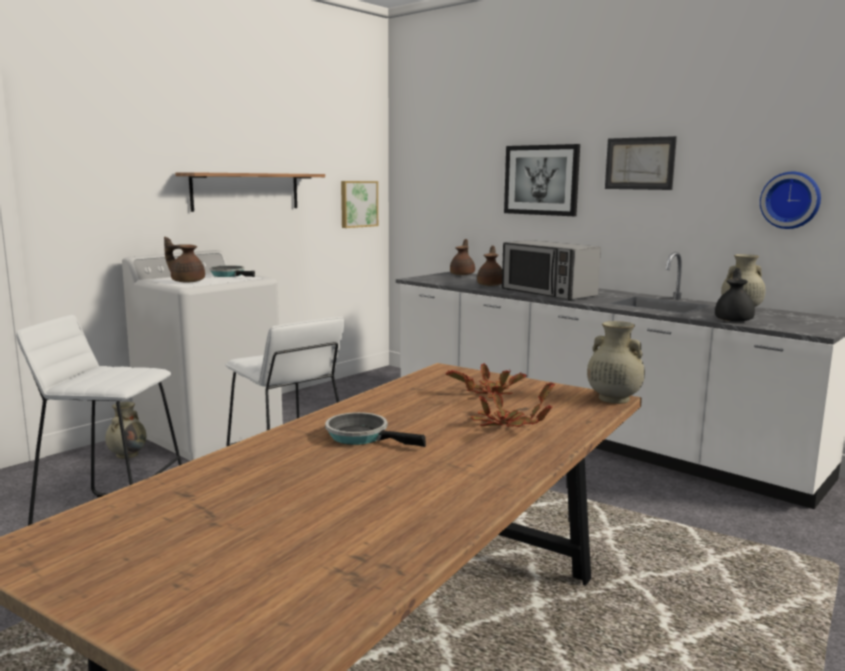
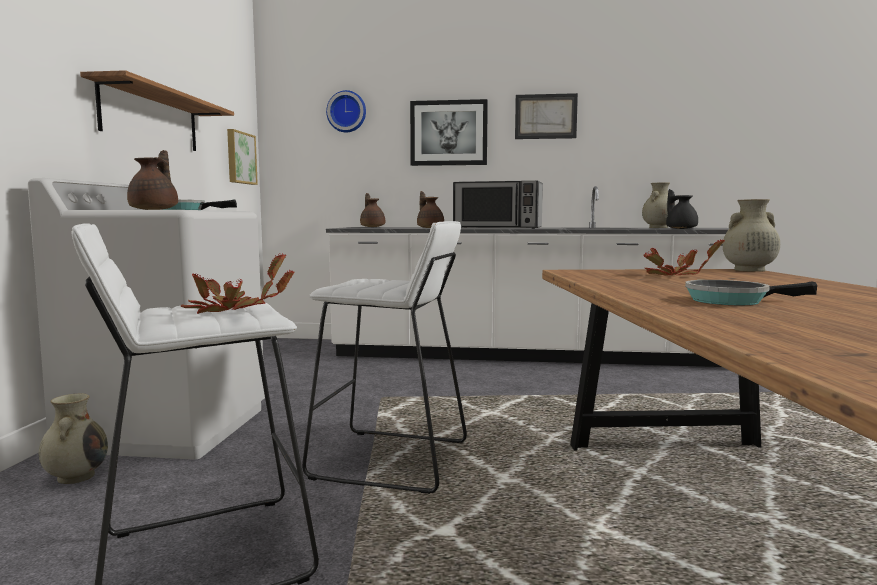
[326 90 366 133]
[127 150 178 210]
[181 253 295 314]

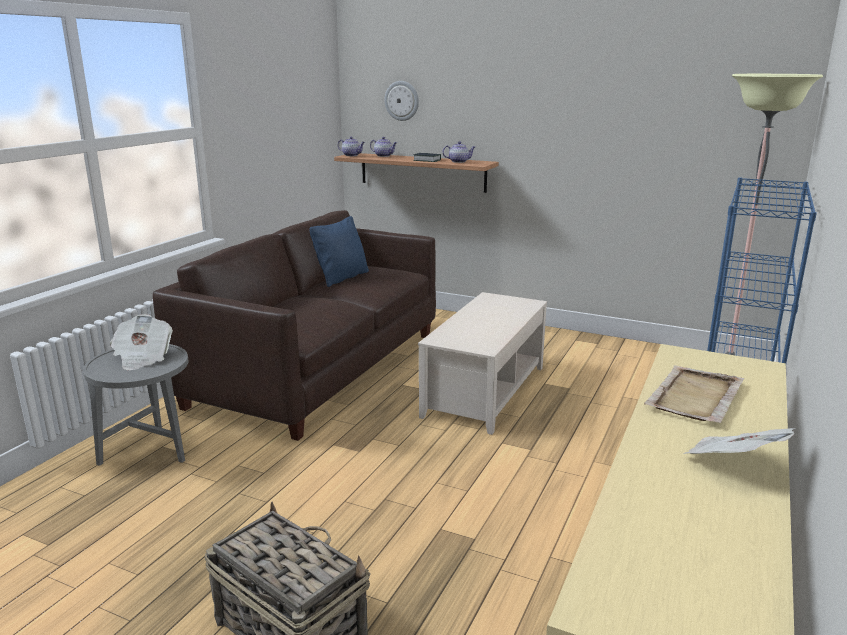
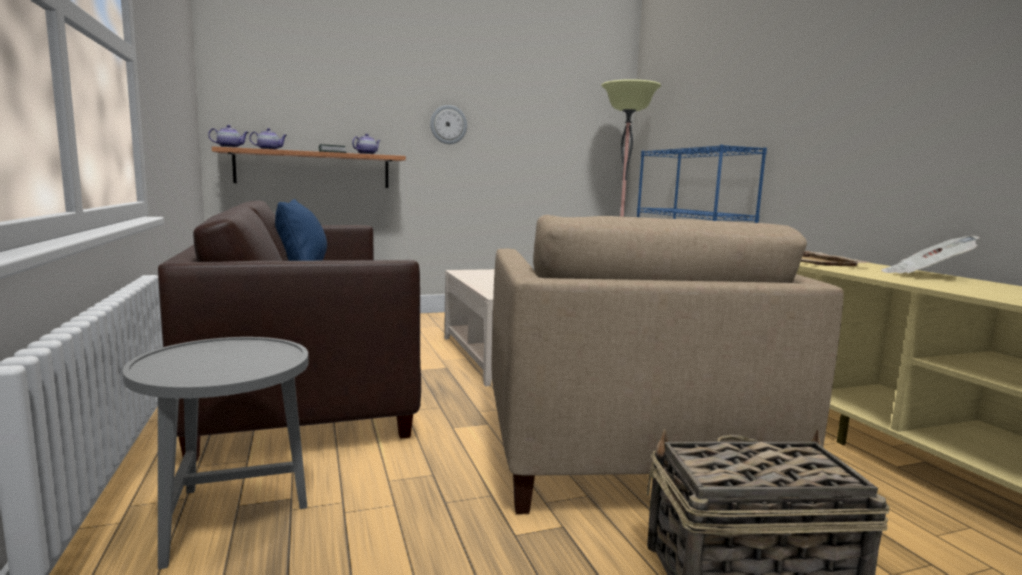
[430 105 467 144]
[110 314 173 370] (first image)
[491 215 844 514]

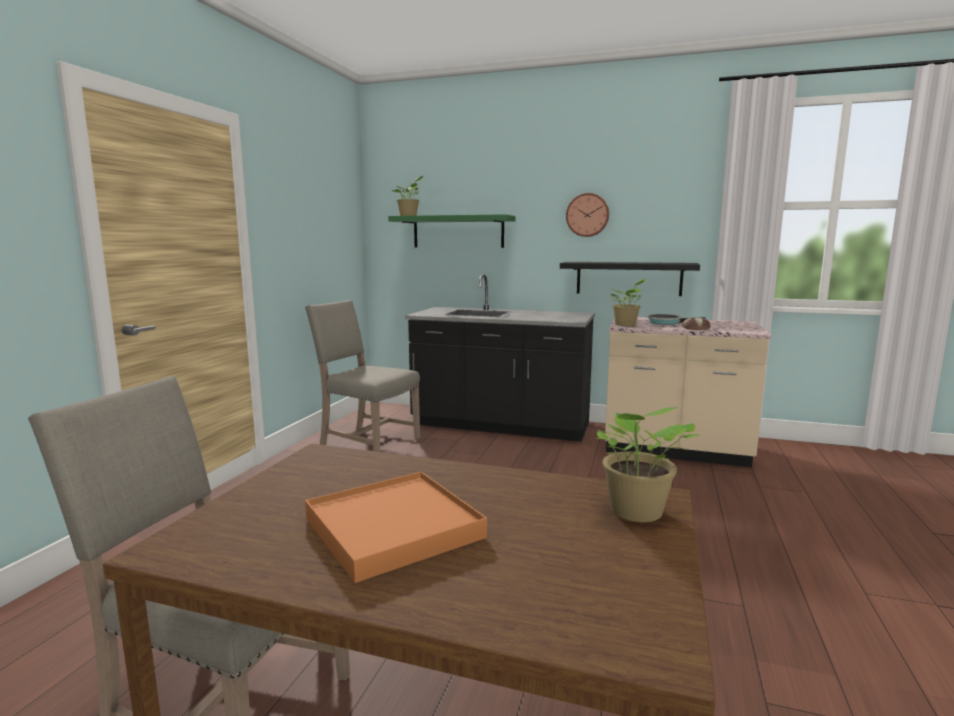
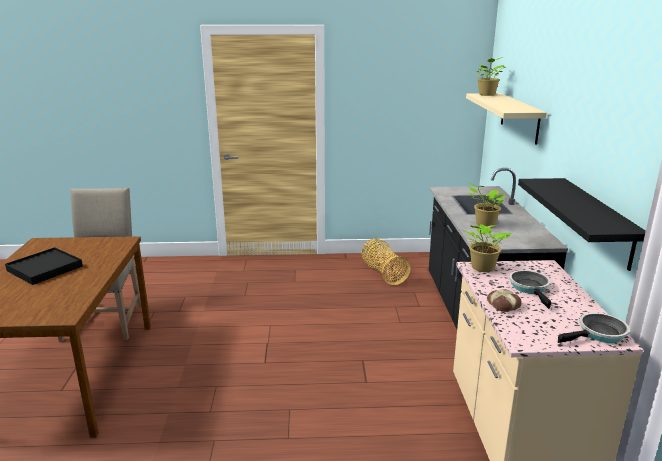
[566 193 609 237] (first image)
[466 93 547 145]
[362 238 411 285]
[468 182 505 227]
[5 247 83 285]
[558 313 630 343]

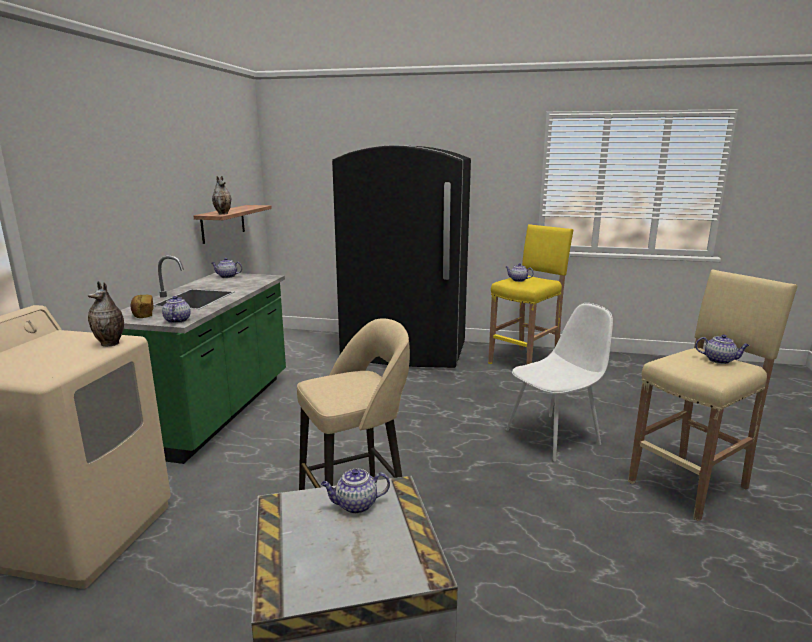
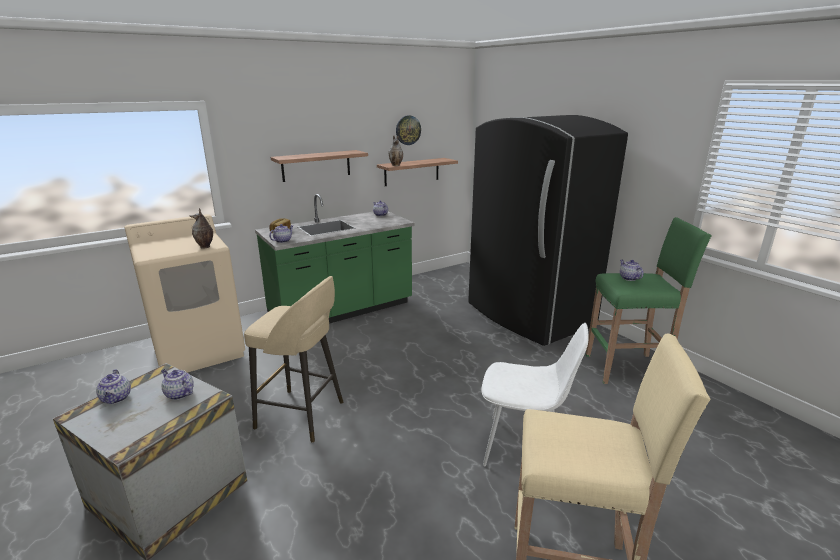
[586 217 712 384]
[96 369 131 404]
[396 115 421 145]
[271 150 368 182]

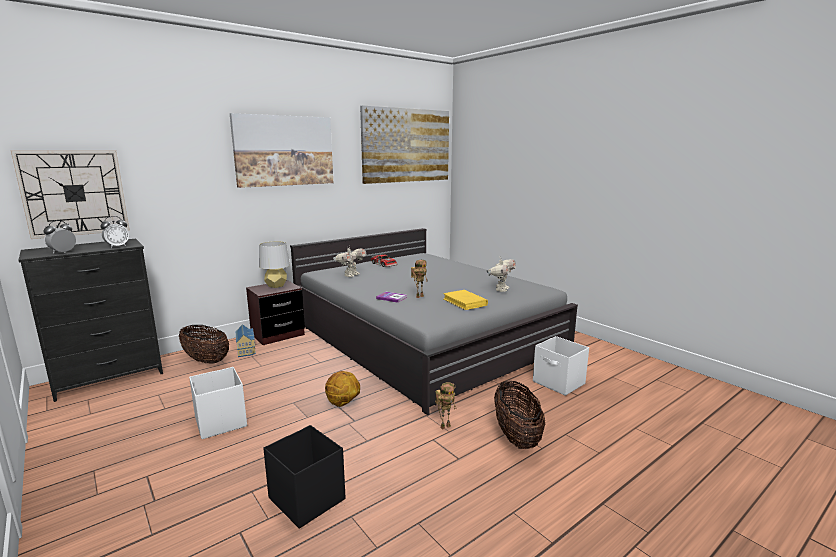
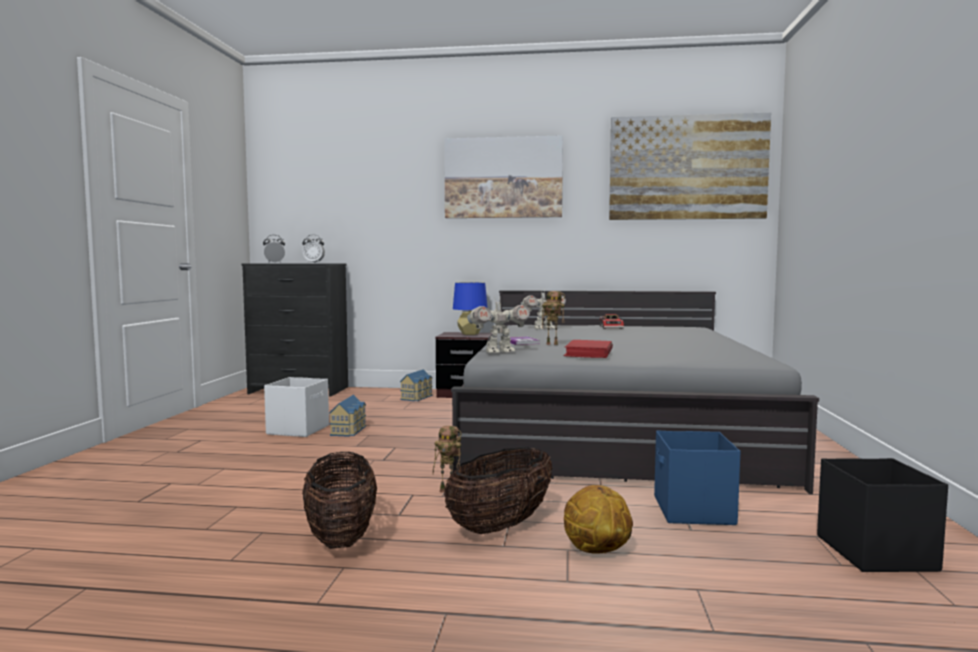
[11 150 130 239] (first image)
[453 282 488 335]
[467 296 530 353]
[564 340 613 358]
[302 452 377 549]
[654 430 740 525]
[564 485 633 554]
[817 458 948 572]
[329 394 366 437]

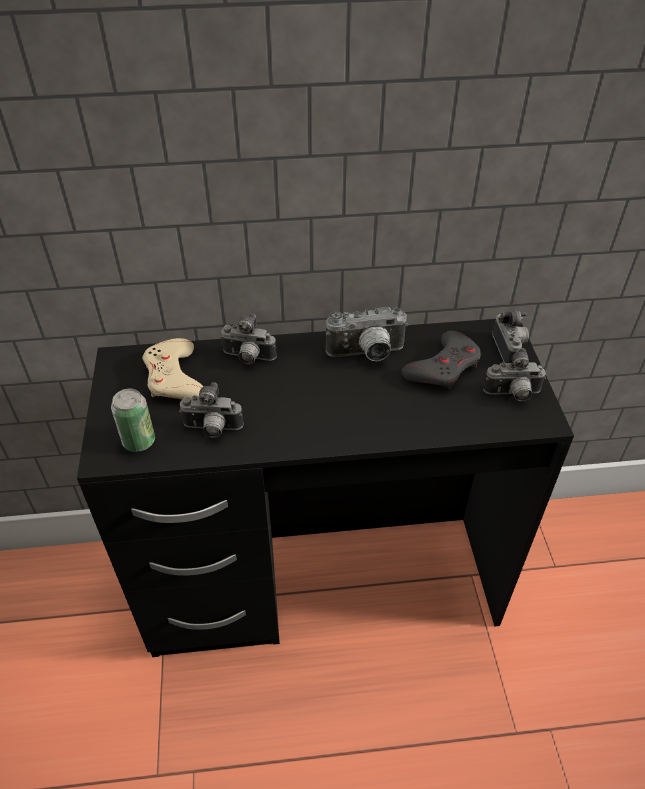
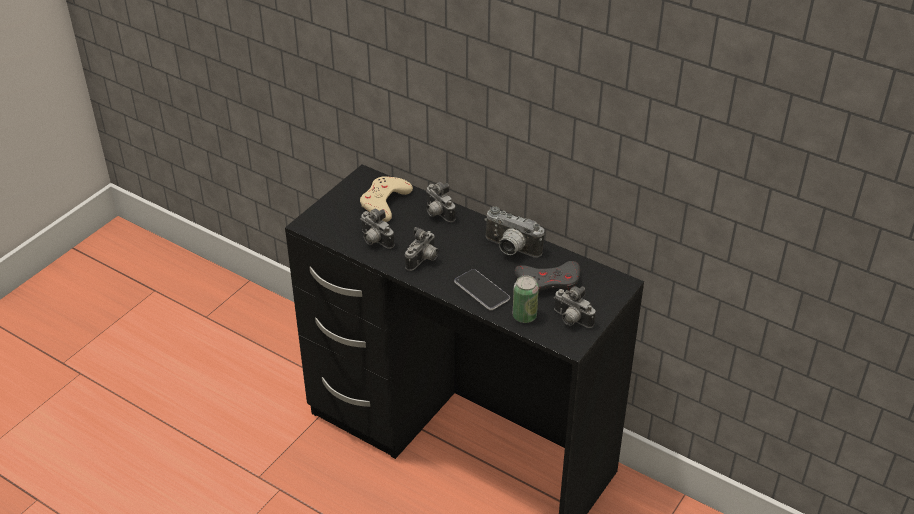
[405 227 439 271]
[513 275 539 323]
[454 269 510 310]

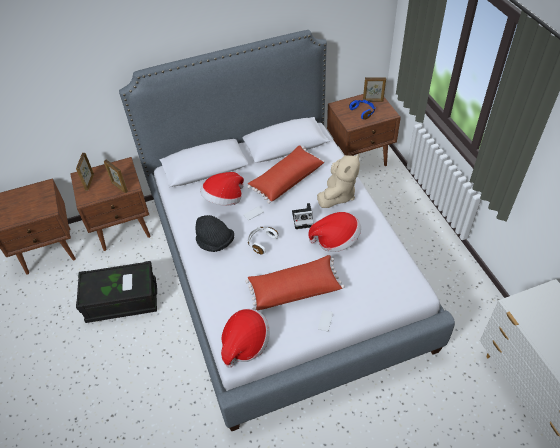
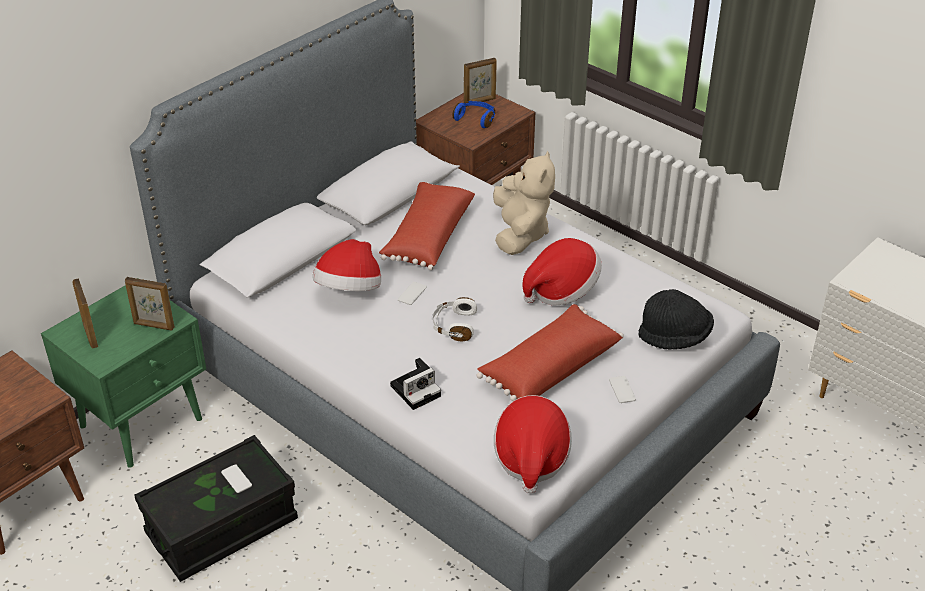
[41 278 206 468]
[390 358 441 410]
[638 289 714 350]

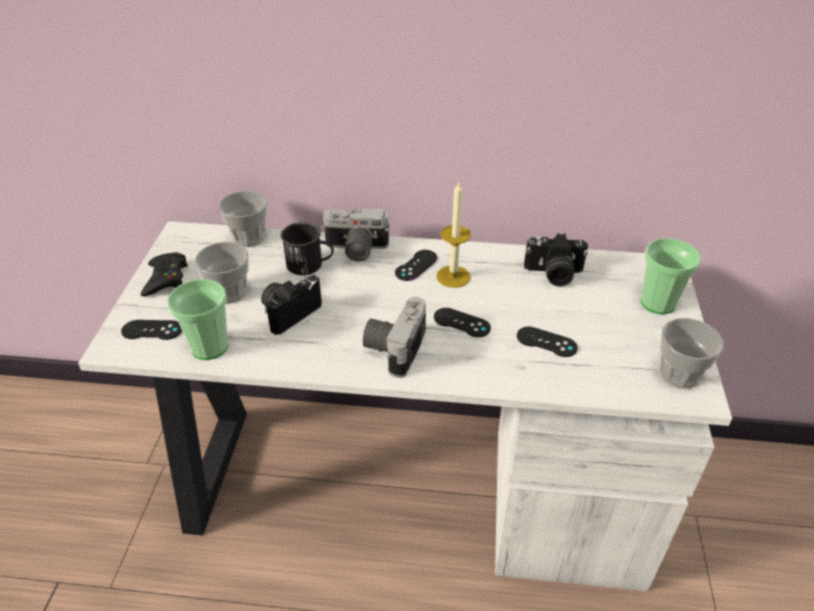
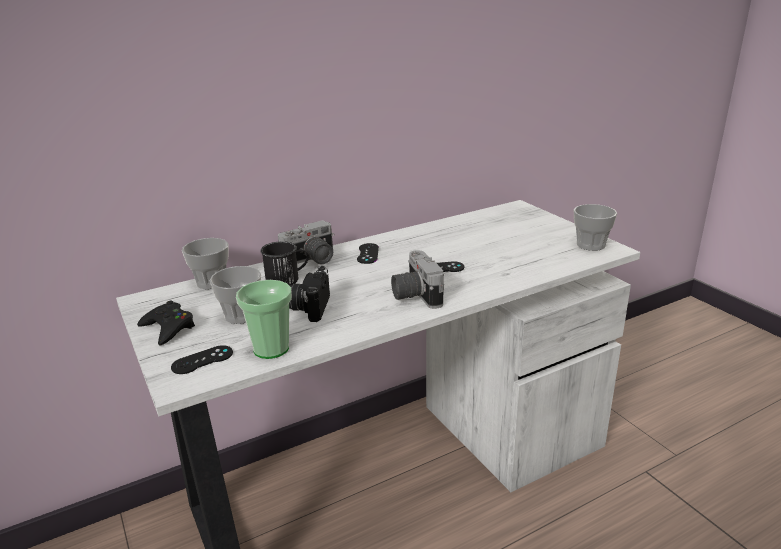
[436 181 471 288] (first image)
[524 233 588 286] (first image)
[641 238 701 314] (first image)
[517 327 578 357] (first image)

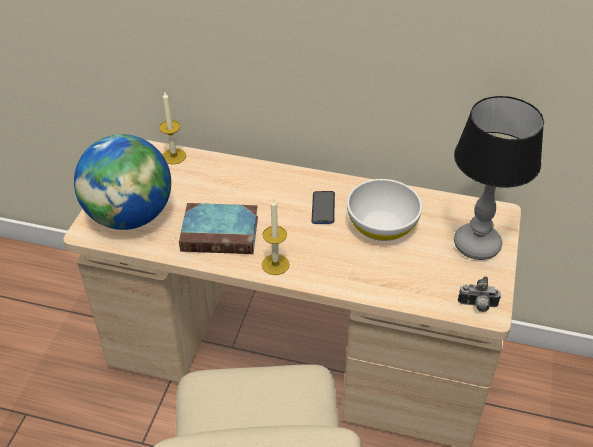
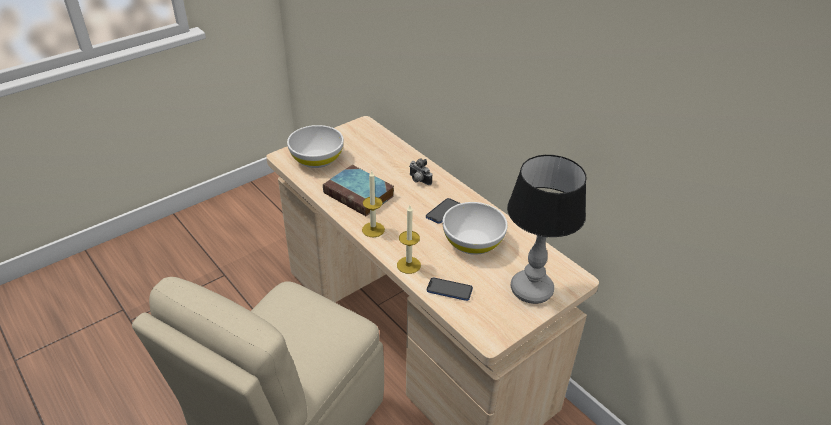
[397 205 421 274]
[287 125 344 168]
[409 158 432 185]
[427 277 473 301]

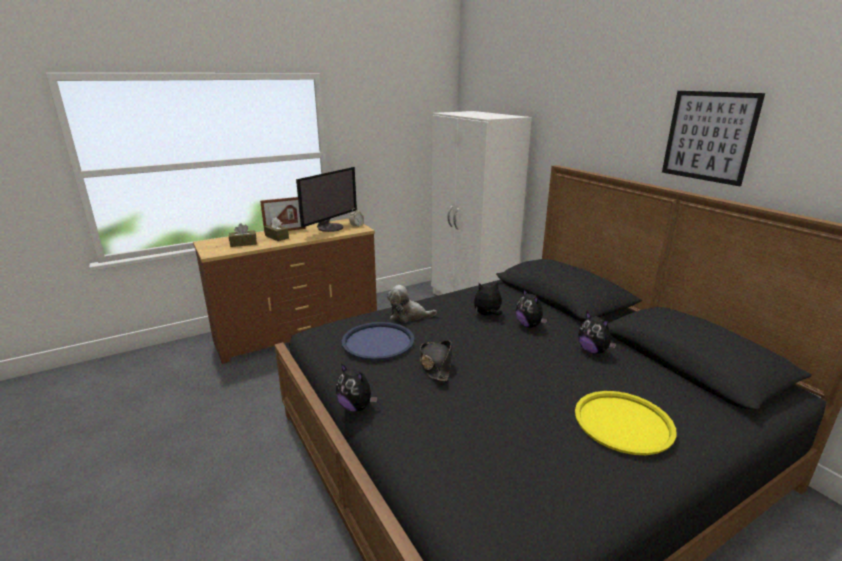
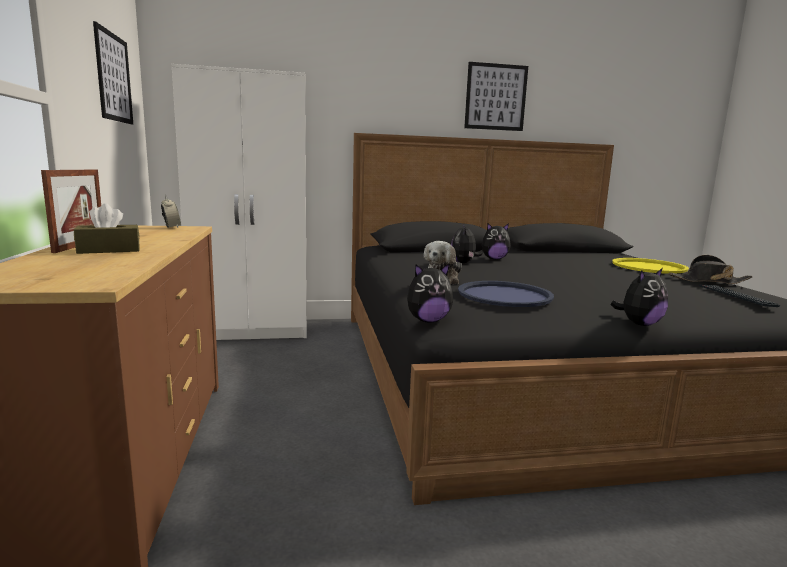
[296 167 357 232] (first image)
[229 223 257 247] (first image)
[407 264 453 322]
[668 255 753 284]
[93 21 133 124]
[699 284 780 307]

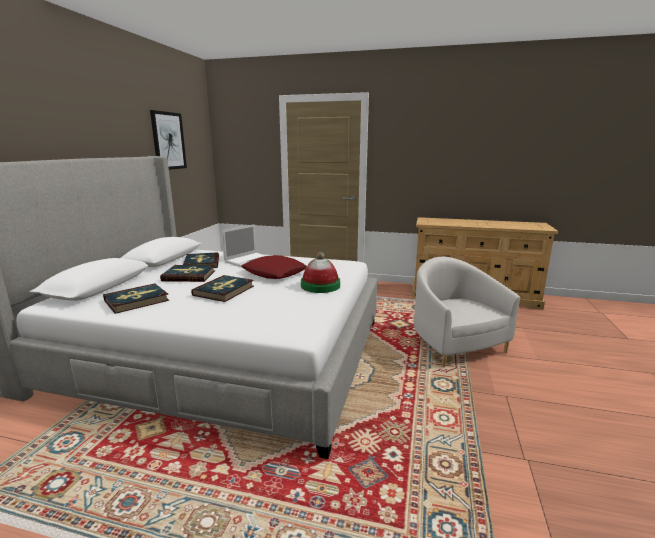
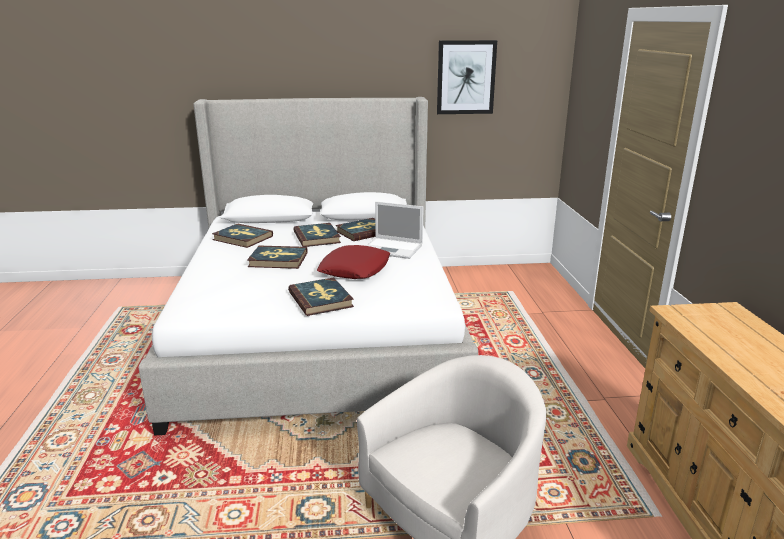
[288 277 354 316]

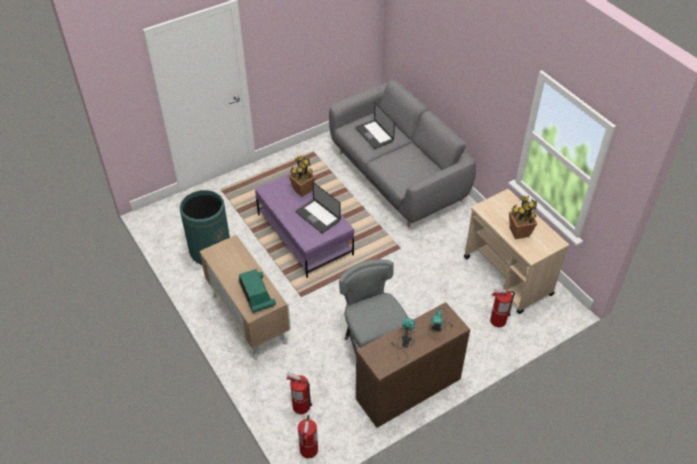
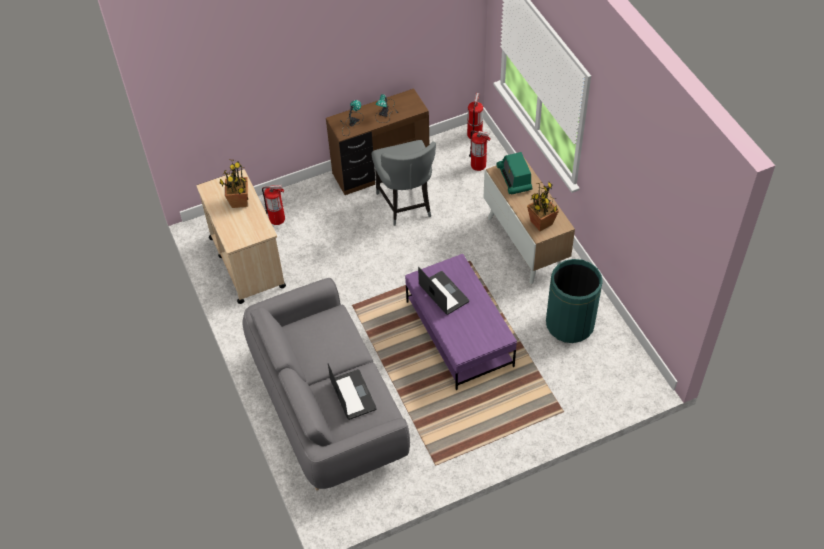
[527 182 559 231]

